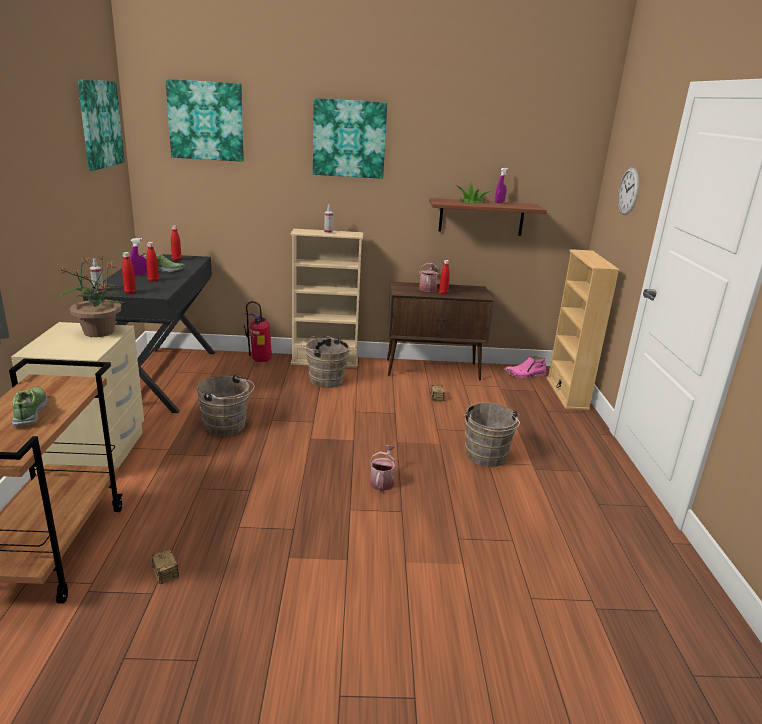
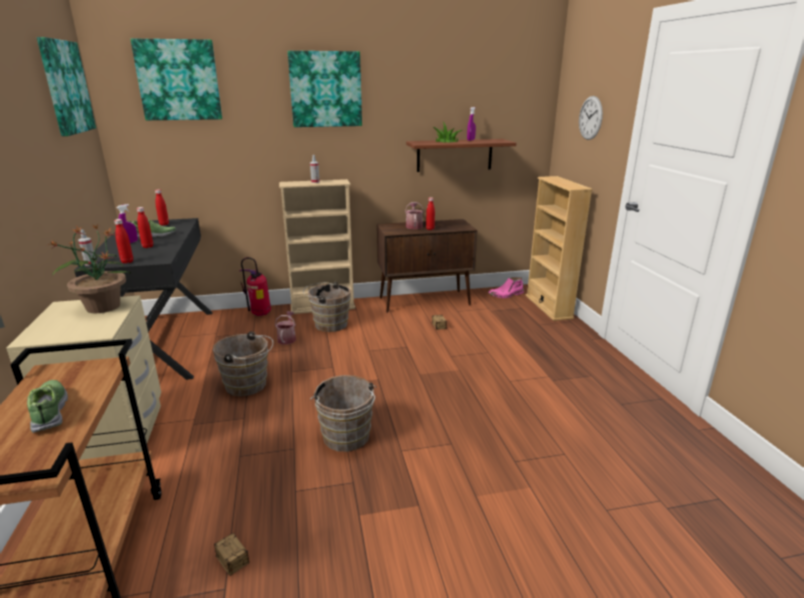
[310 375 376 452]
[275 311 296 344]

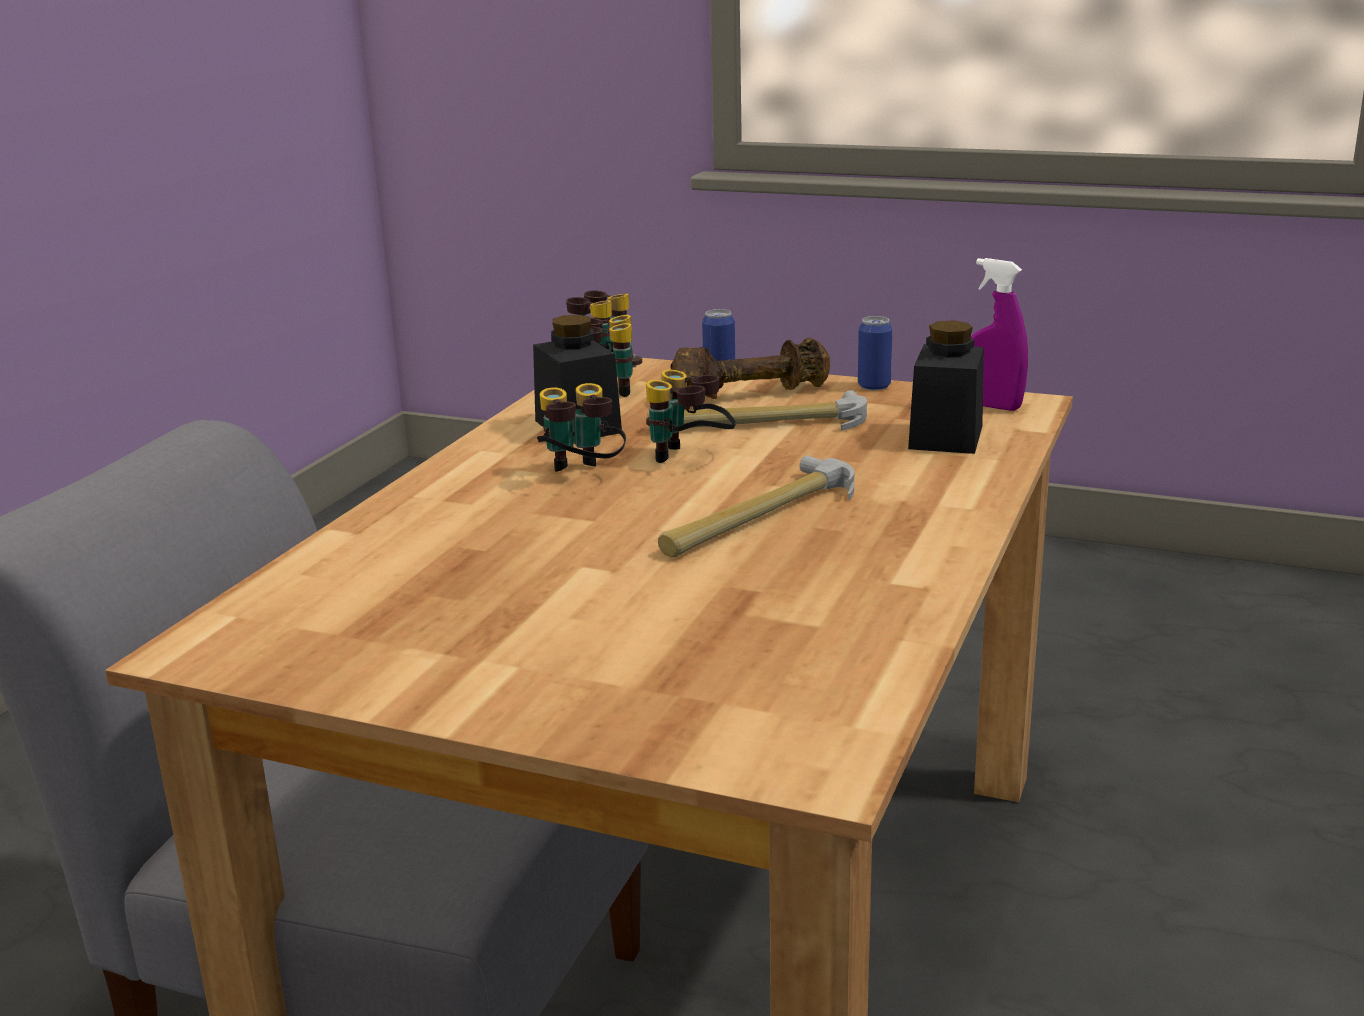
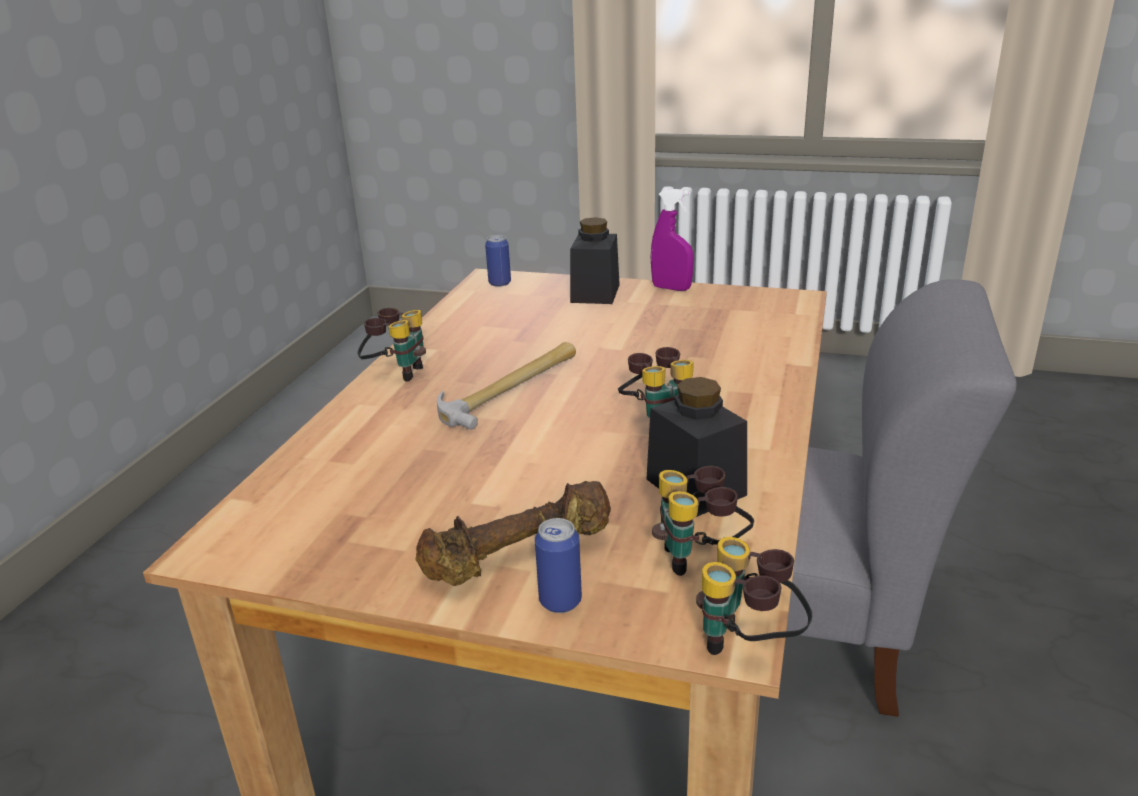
[651 188 694 291]
[485 235 511 287]
[570 217 620 304]
[357 308 426 382]
[647 390 867 431] (first image)

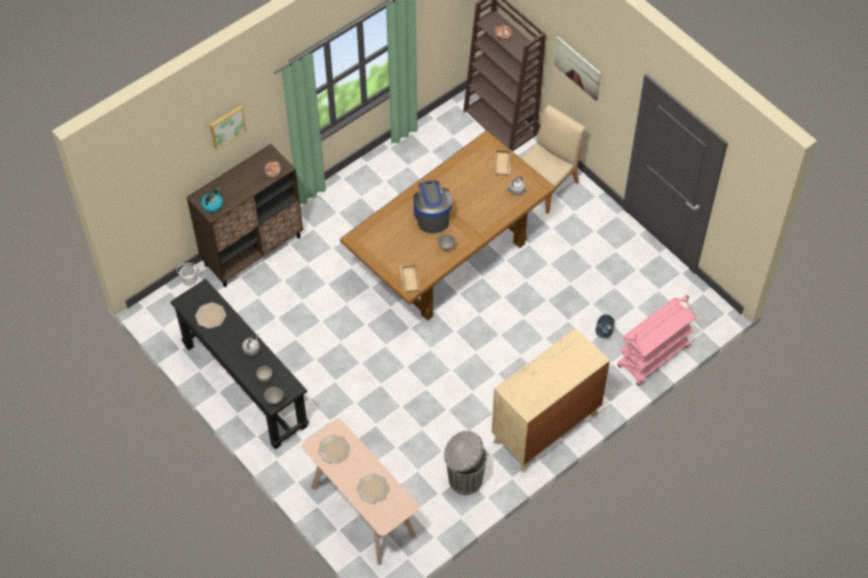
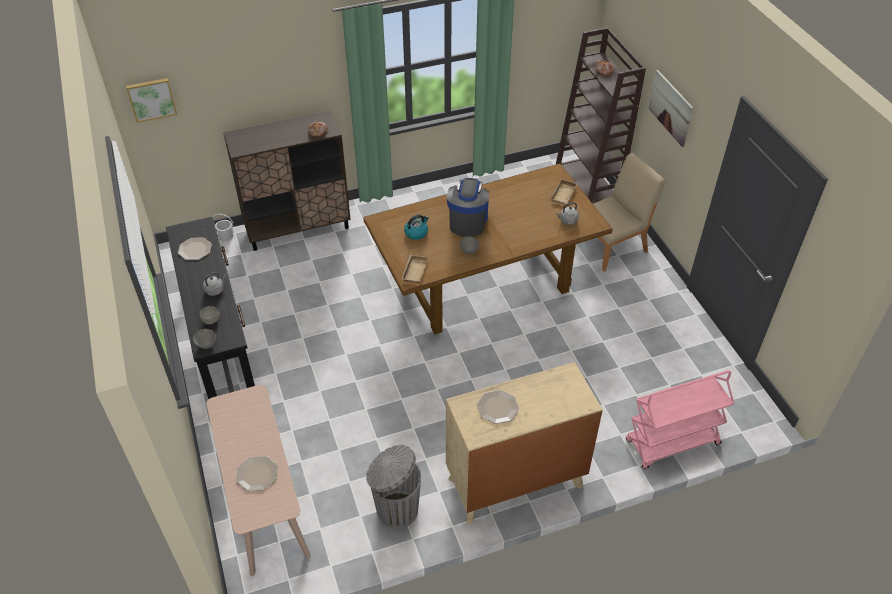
[126 78 177 123]
[404 214 429 240]
[595 314 615 338] (first image)
[477 390 519 424]

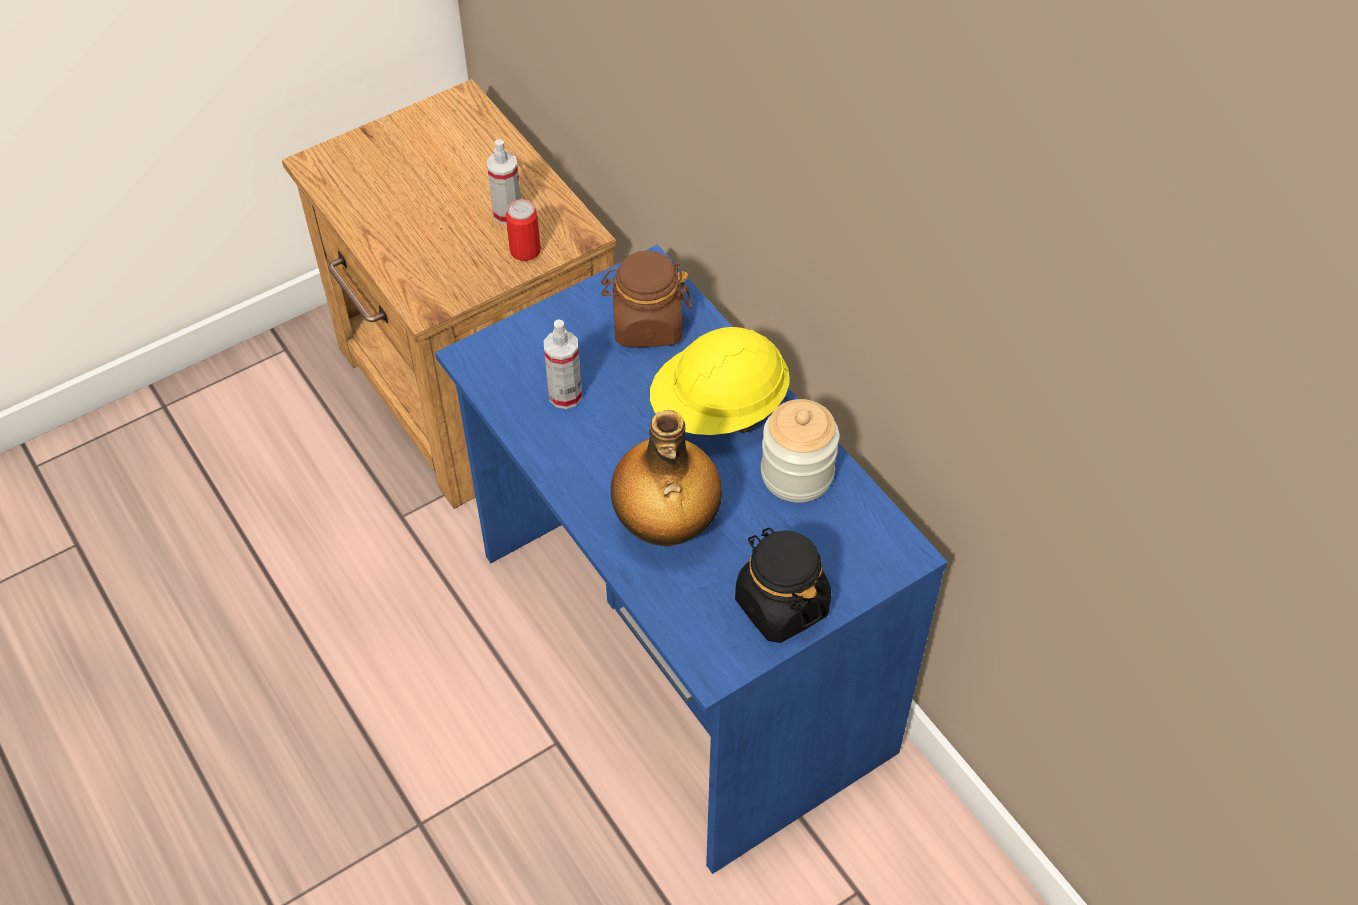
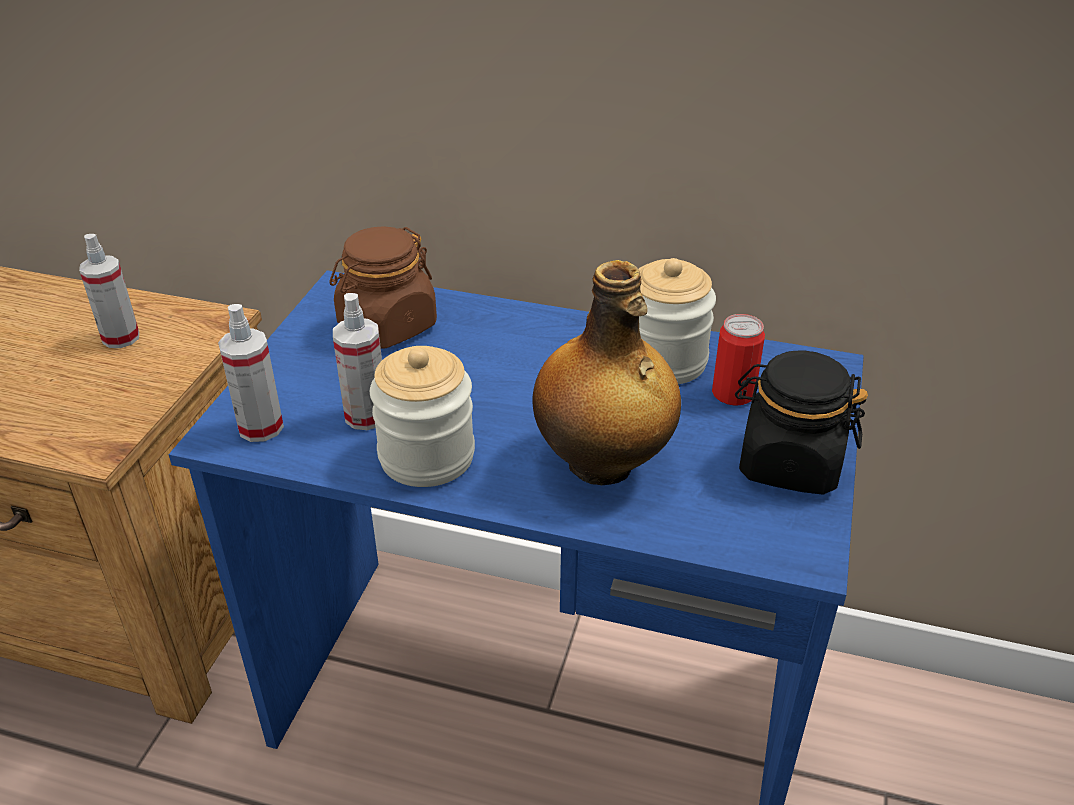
[712 314 765 406]
[650 327 789 435] (first image)
[218 304 284 442]
[370 346 475 487]

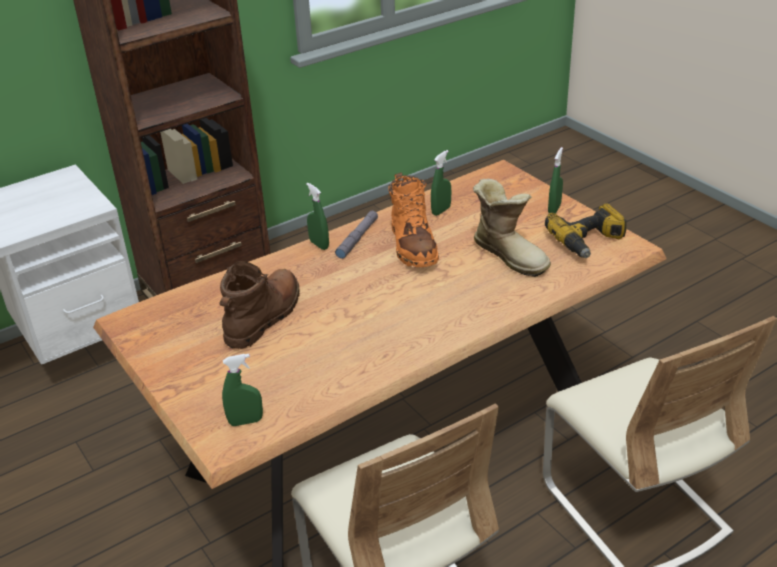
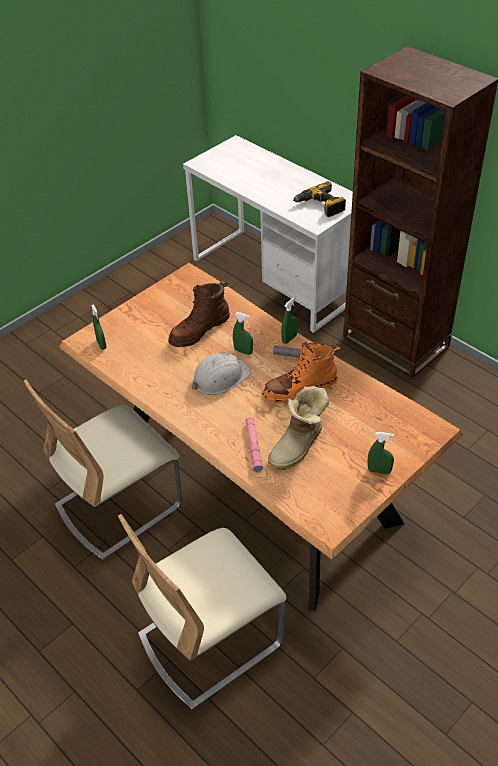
[233 312 253 355]
[293 181 346 217]
[168 281 230 347]
[192 353 251 395]
[245 417 263 472]

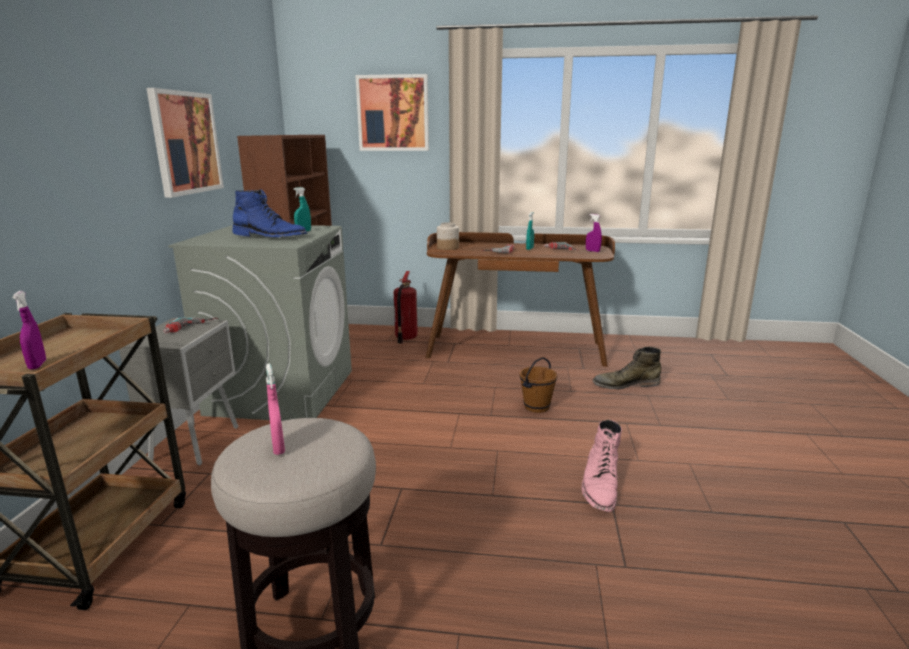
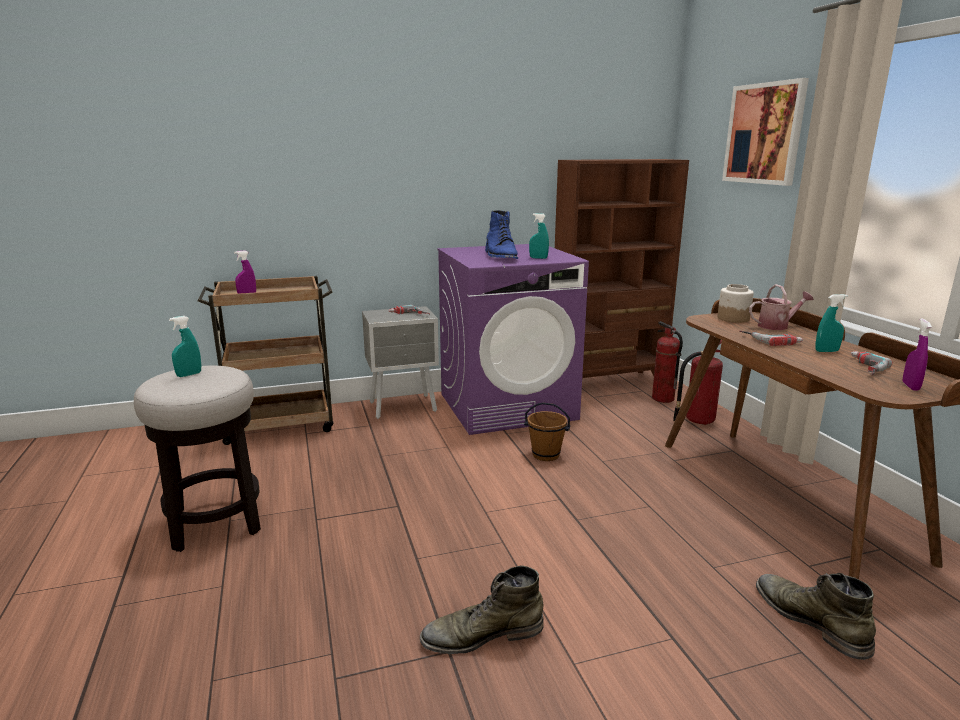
[147 88 224 198] (first image)
[437 244 589 435]
[524 402 570 461]
[169 316 201 377]
[420 565 544 654]
[749 284 814 330]
[652 321 683 403]

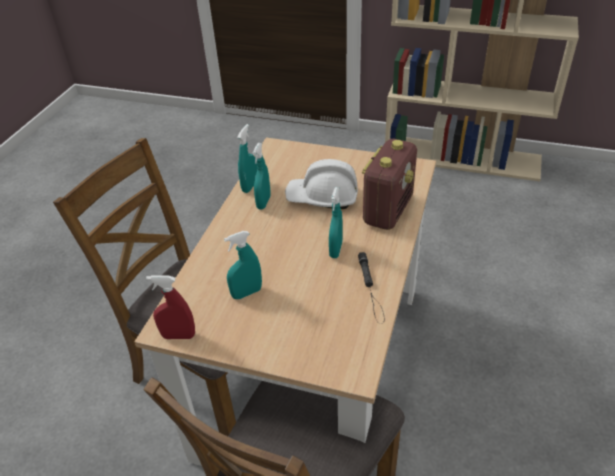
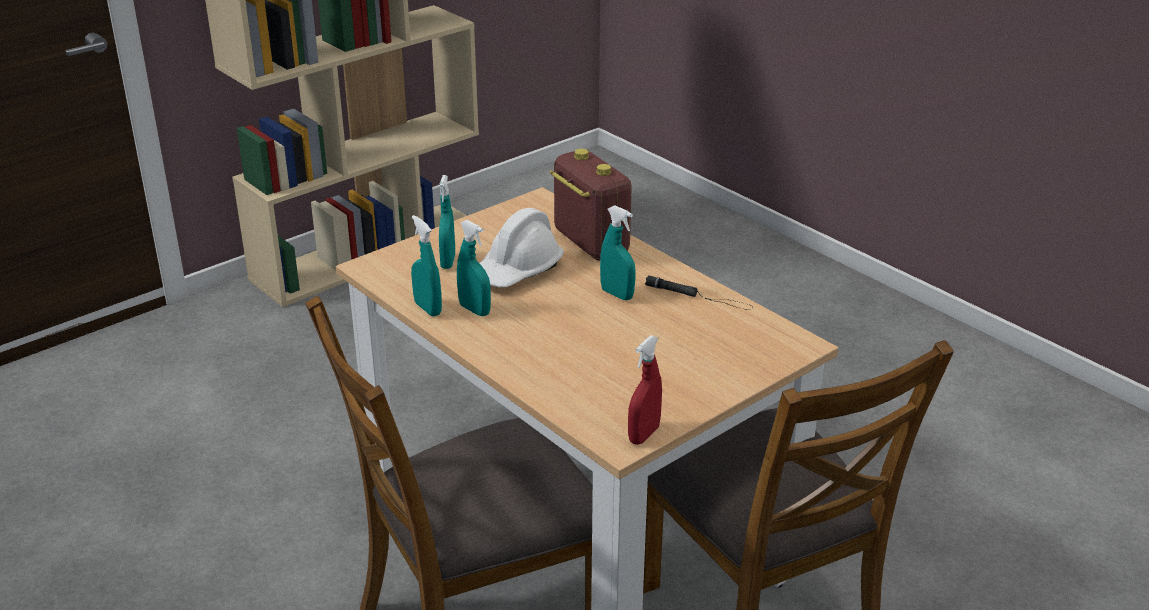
[439 175 455 269]

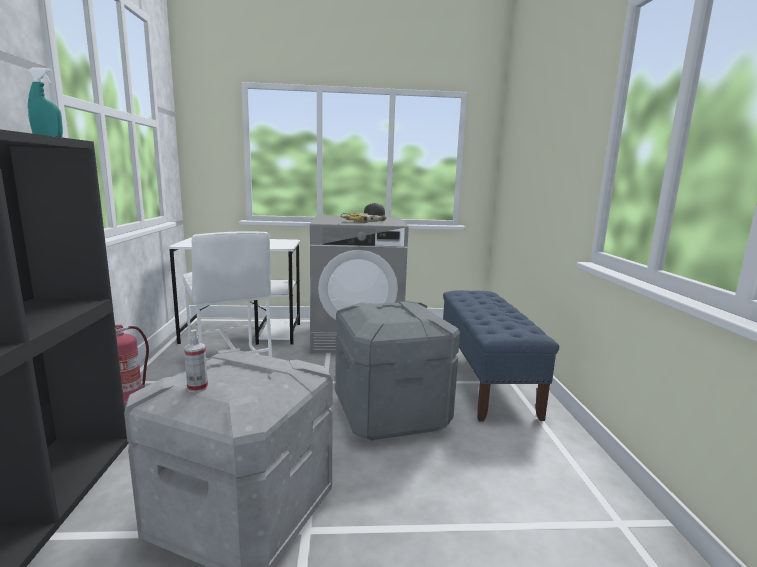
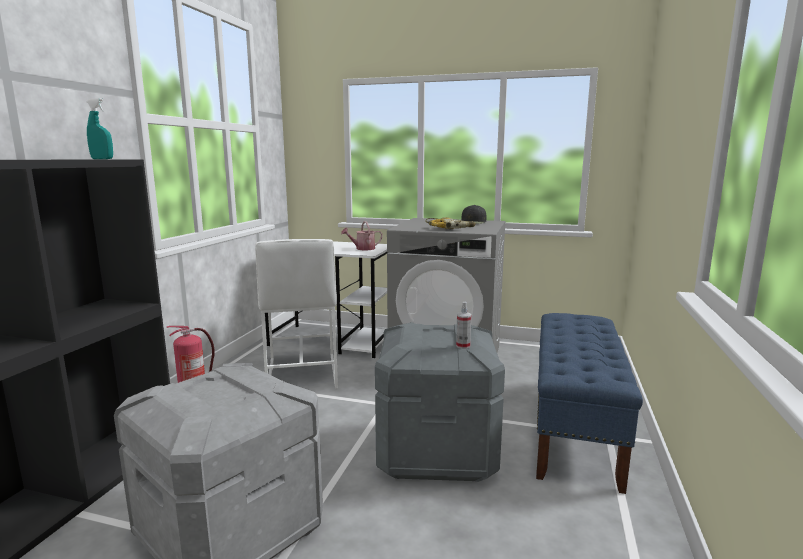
[456 302 471 349]
[341 221 383 250]

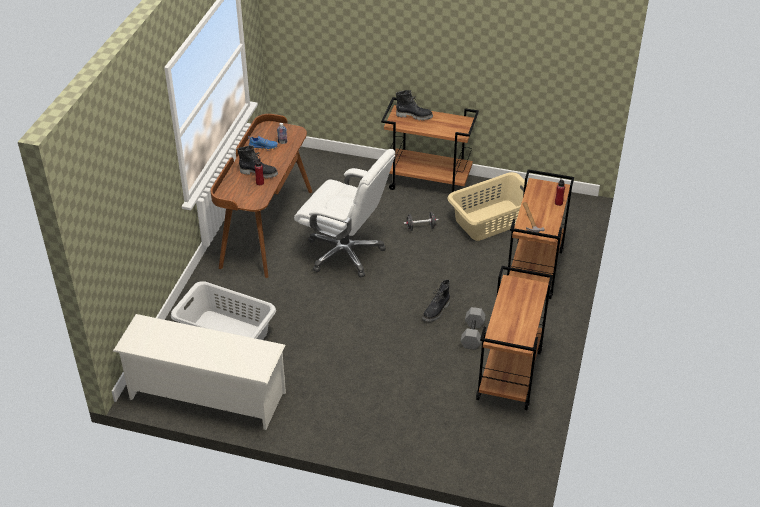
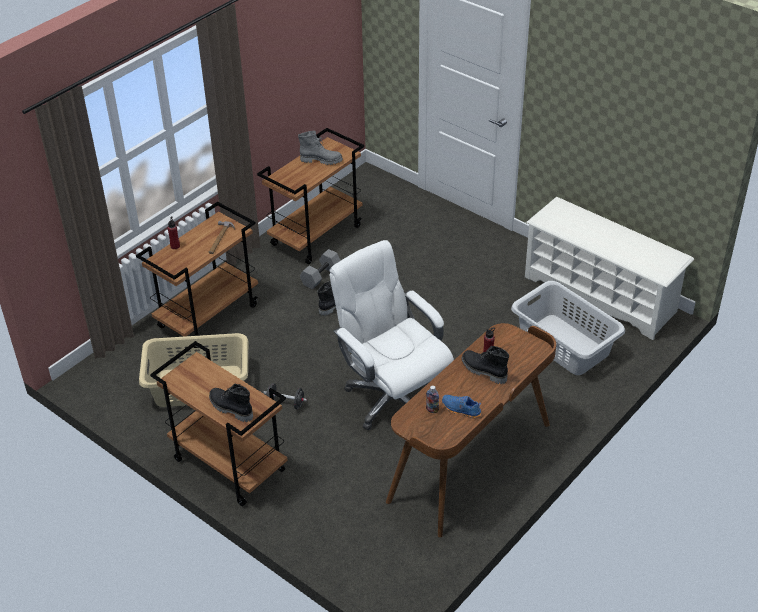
[298 131 343 165]

